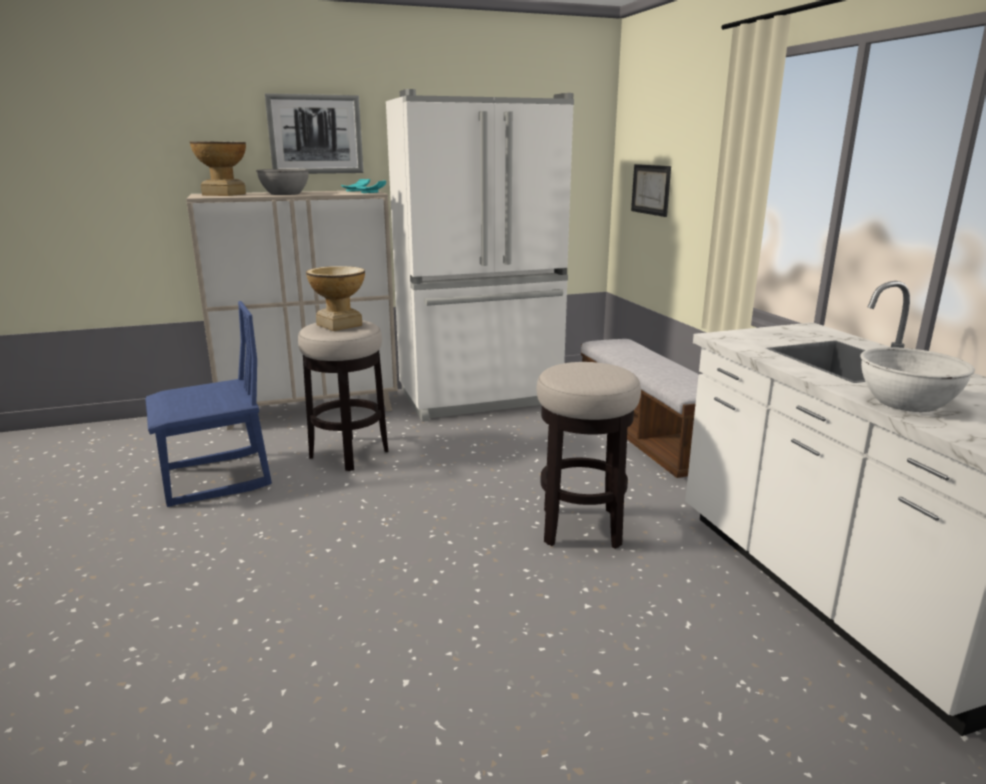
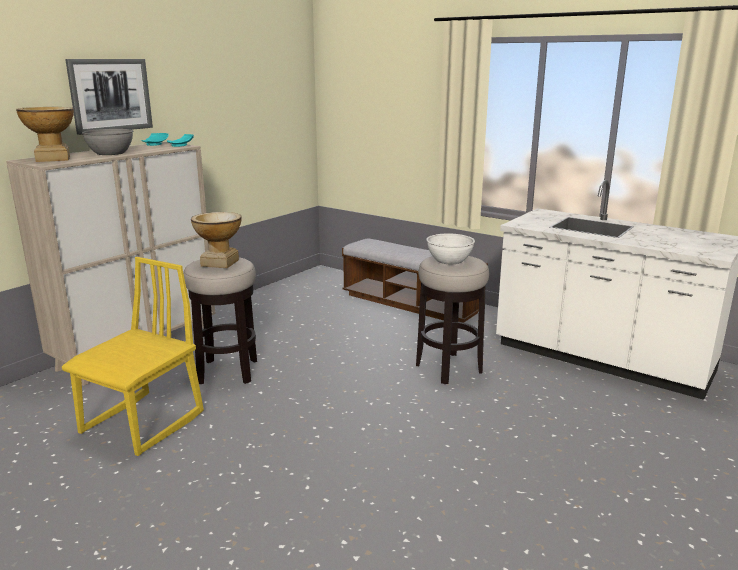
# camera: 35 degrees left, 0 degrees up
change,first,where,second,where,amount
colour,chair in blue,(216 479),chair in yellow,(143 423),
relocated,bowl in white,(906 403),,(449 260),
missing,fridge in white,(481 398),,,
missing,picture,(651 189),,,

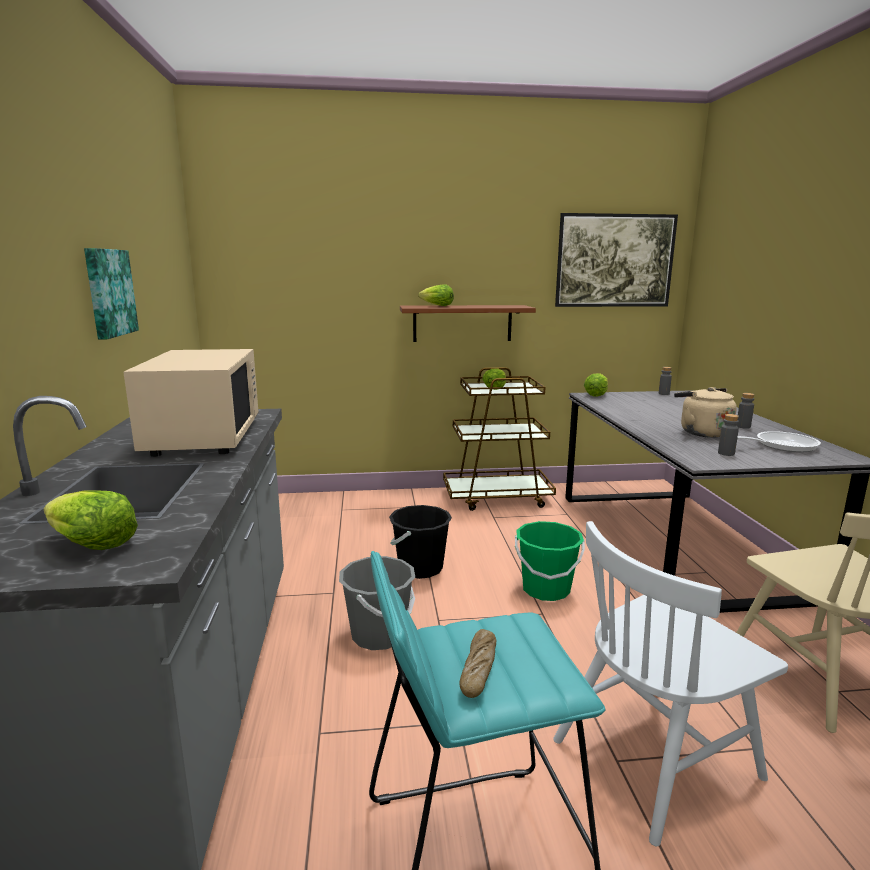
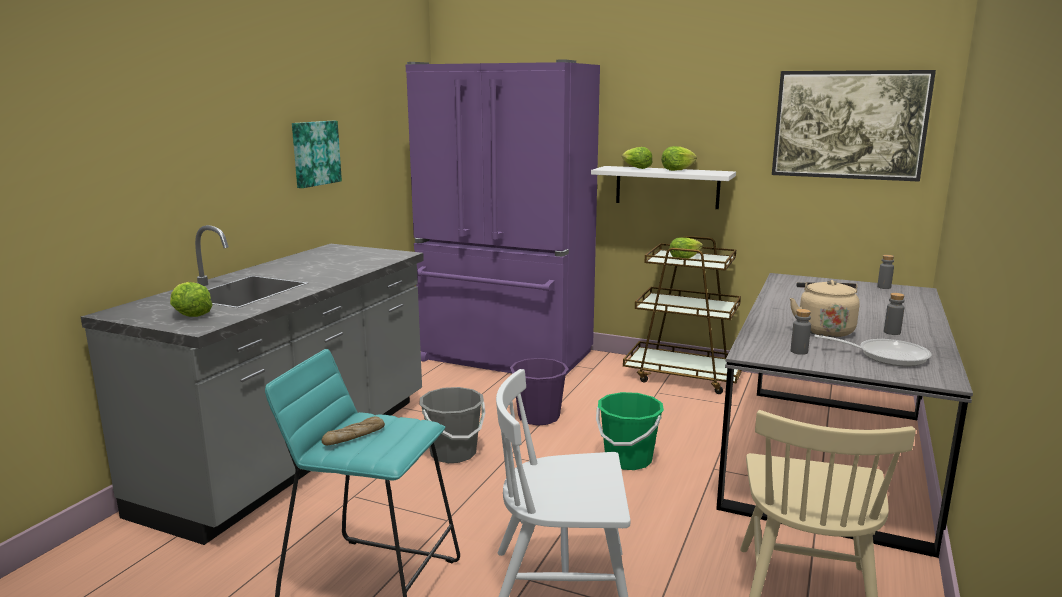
# camera: 30 degrees right, 0 degrees up
change,first,where,second,where,amount
appeared,,,fridge in purple,(505 358),
colour,bucket in black,(420 568),bucket in purple,(538 417),
colour,shelf in brown,(462 323),shelf in white,(667 187),
relocated,lettuce,(596 395),,(677 170),
missing,microwave in beige,(204 436),,,

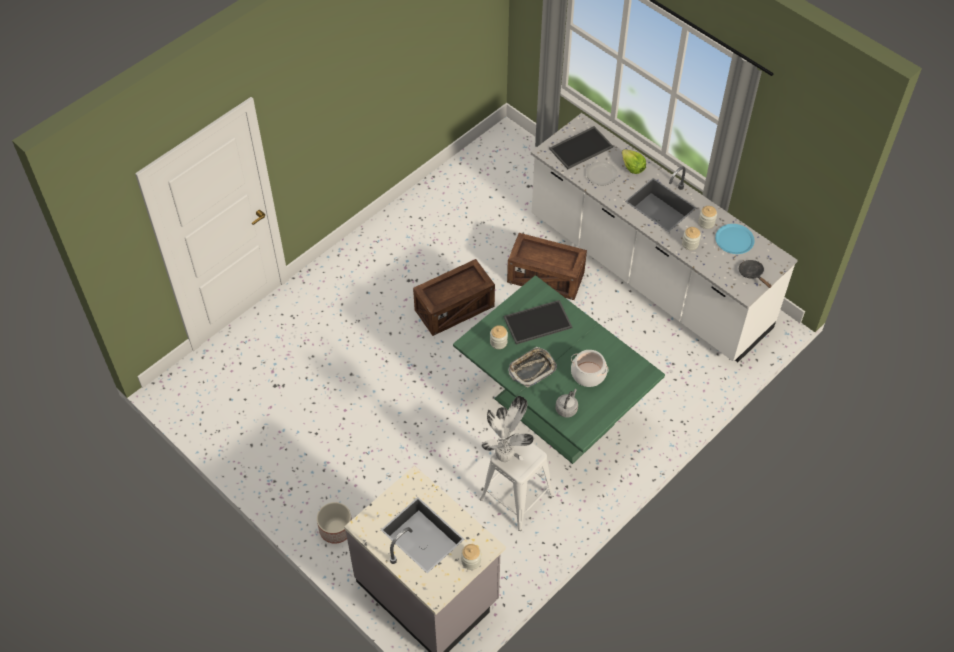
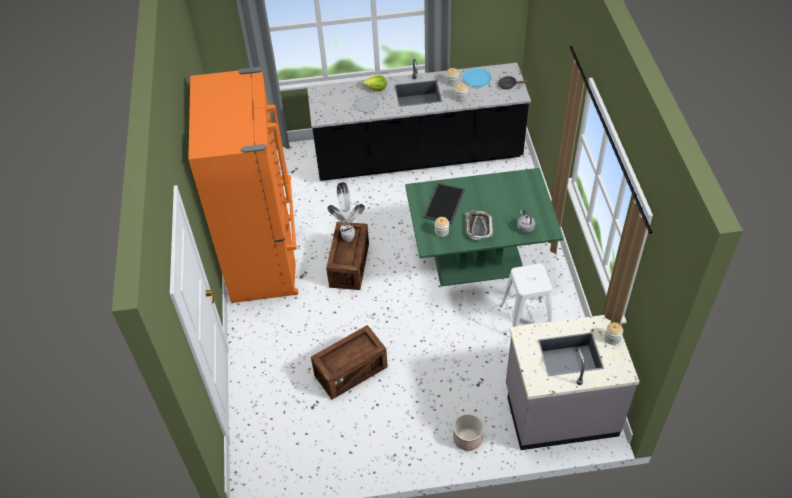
# camera: 50 degrees left, 5 degrees down
change,first,where,second,where,amount
appeared,,,fridge in orange,(265 258),
colour,counter in white,(647 273),counter in black,(418 157),
relocated,crate,(546 277),,(351 371),
relocated,potted plant,(505 455),,(348 237),
missing,tray,(581 147),,,
missing,cooking pot,(588 374),,,

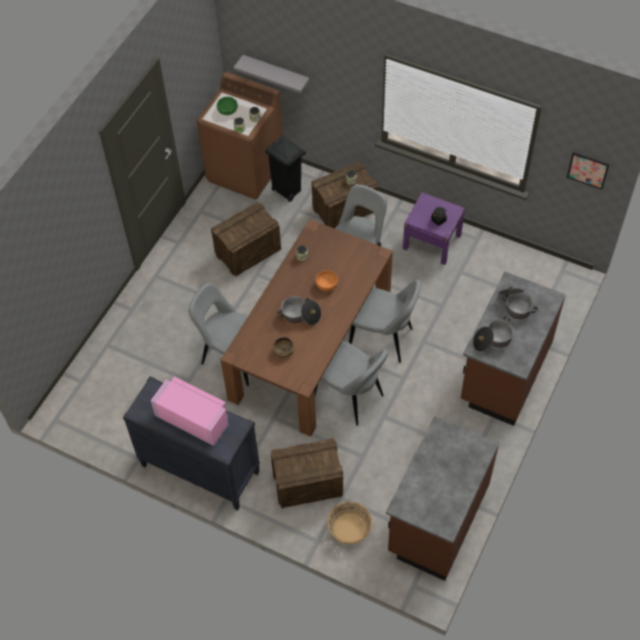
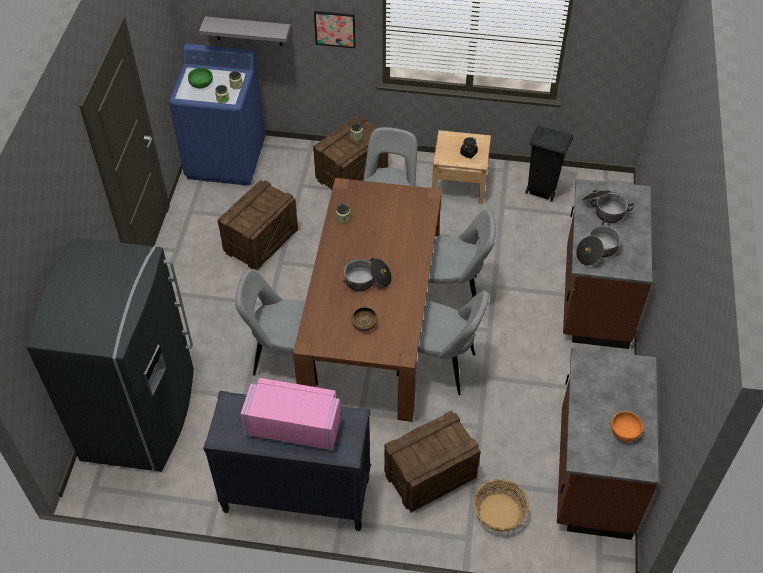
# camera: 20 degrees left, 5 degrees down
change,first,where,second,where,amount
appeared,,,fridge in grey,(142 414),
colour,washing machine in brown,(245 170),washing machine in blue,(226 159),
relocated,picture,(588 170),,(335 29),
colour,nightstand in purple,(432 241),nightstand in beige,(459 184),
relocated,trash can in black,(286 191),,(541 191),
relocated,bowl in orange,(326 285),,(624 432),

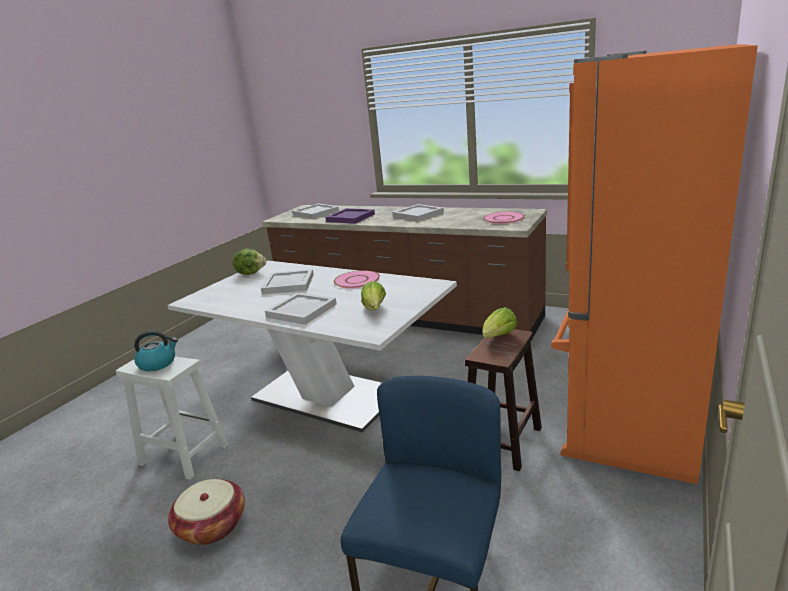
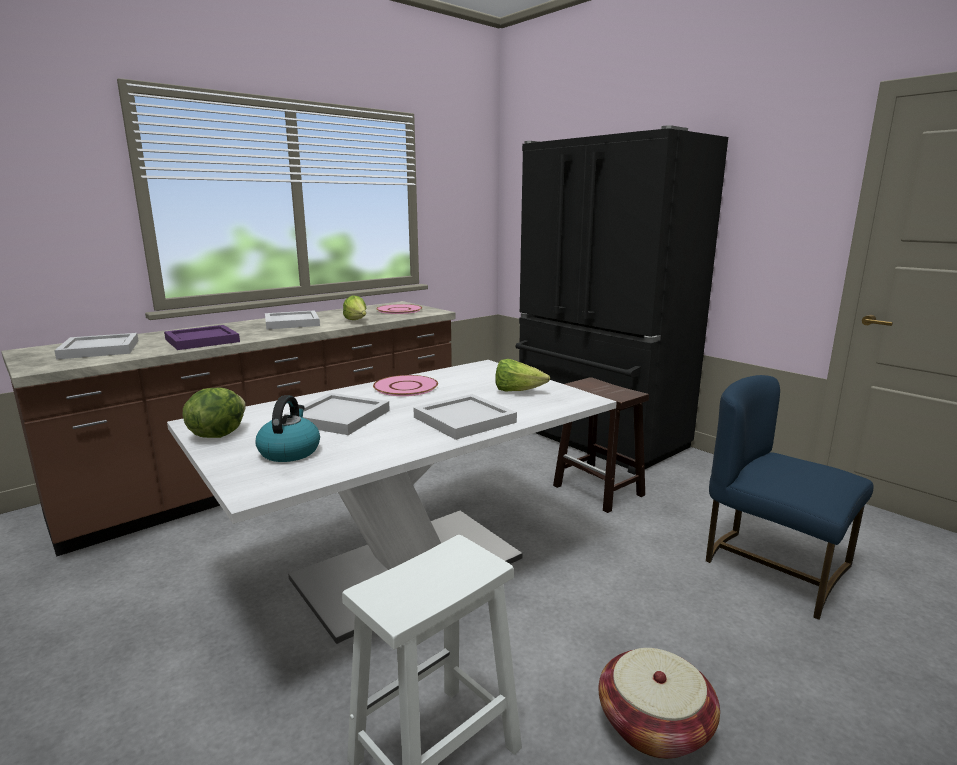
# camera: 70 degrees left, 5 degrees down
change,first,where,second,where,amount
relocated,kettle,(158 363),,(289 451),
relocated,lettuce,(498 337),,(357 321),
colour,fridge in orange,(630 414),fridge in black,(598 439),

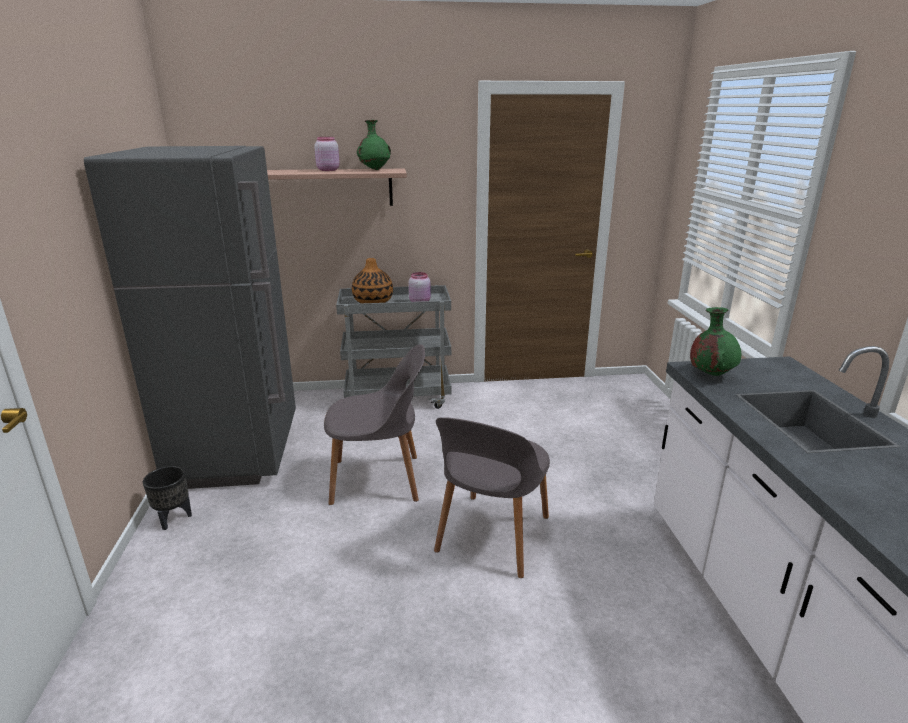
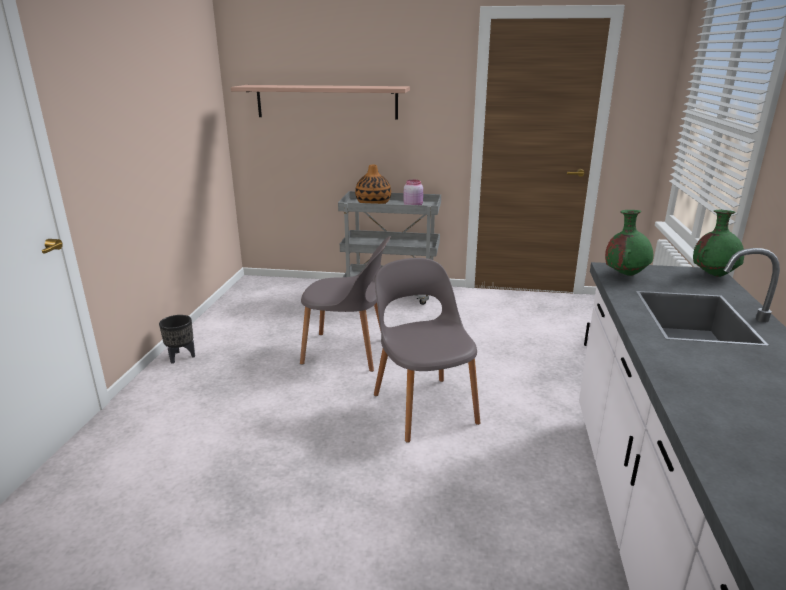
# camera: 15 degrees right, 0 degrees up
change,first,where,second,where,amount
spun,chair in grey,(492 536),,(424 406),120 degrees clockwise
relocated,vase in green,(375 169),,(713 275),
missing,fridge in grey,(238 451),,,
missing,jar in pink,(327 170),,,

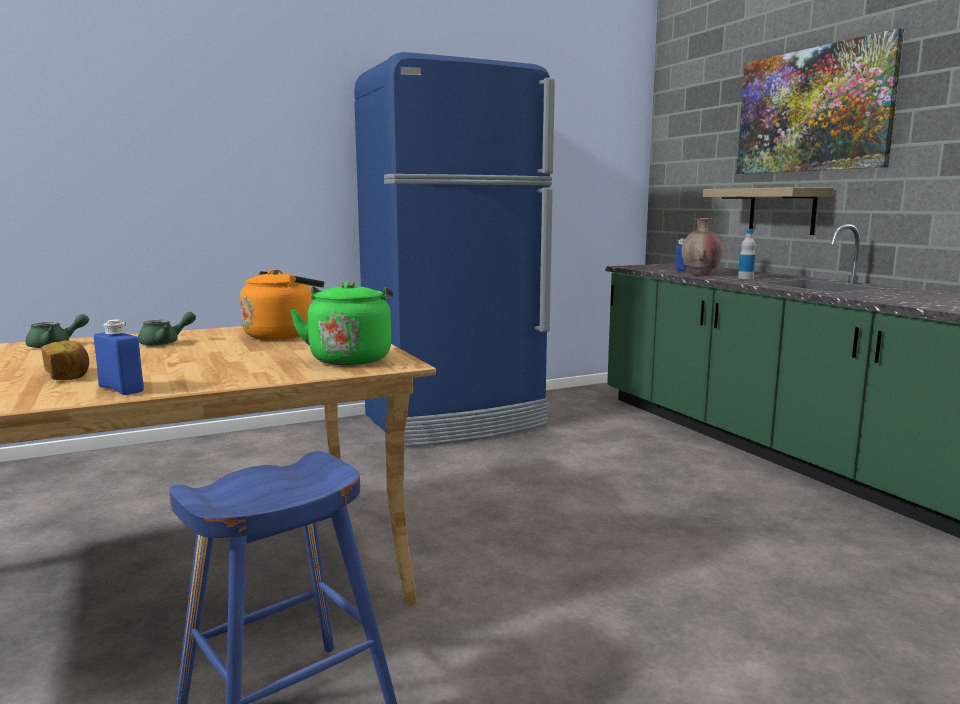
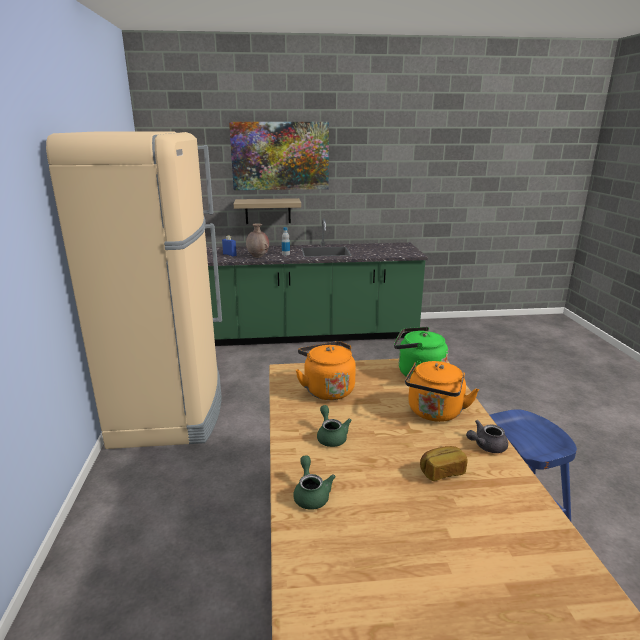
# camera: 70 degrees left, 10 degrees up
change,first,where,second,where,amount
colour,fridge in blue,(456 421),fridge in beige,(170 410),
appeared,,,kettle in orange,(434 413),
exchanged,bottle in blue,(121 389),teapot in grey,(486 446),

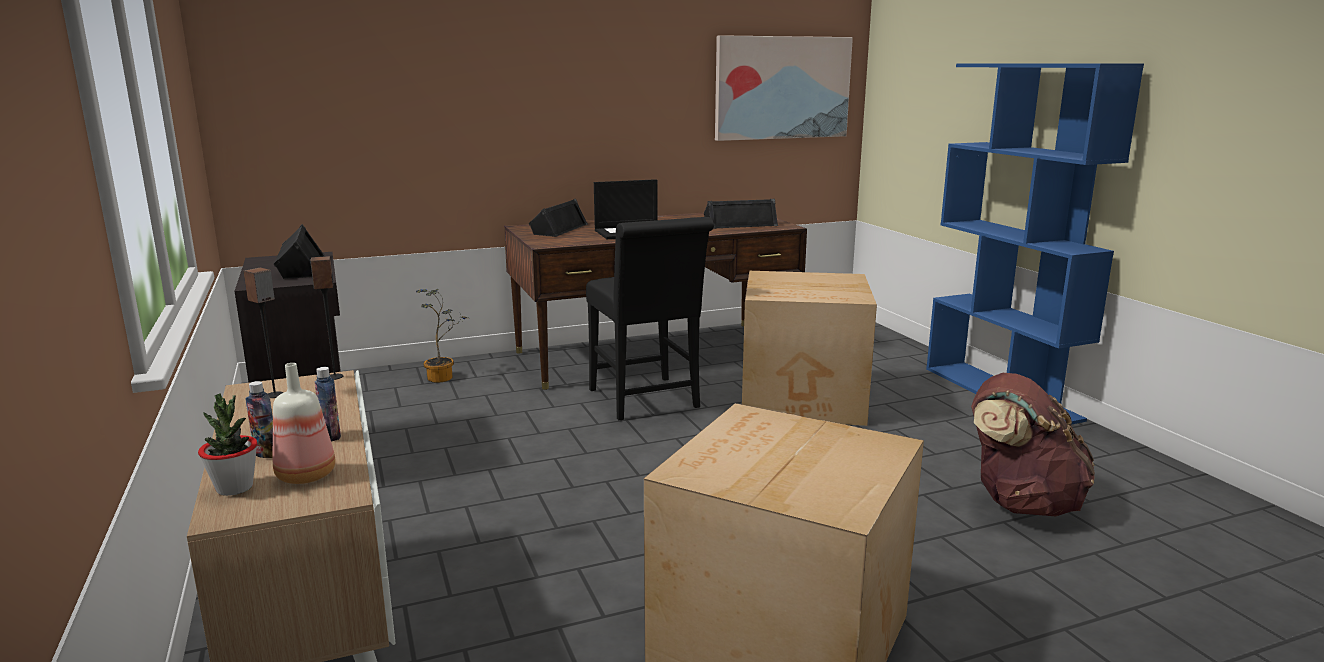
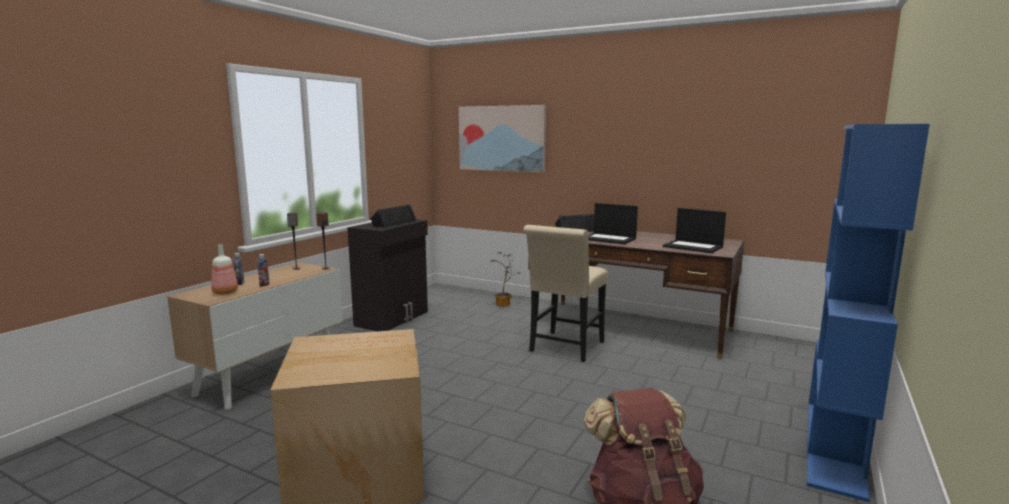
# camera: 50 degrees right, 5 degrees down
change,first,where,second,where,amount
relocated,picture,(782 88),,(502 138),
colour,chair in black,(647 401),chair in beige,(564 348),
exchanged,speaker in black,(740 224),laptop,(694 247),
missing,potted plant,(235 488),,,
missing,cardboard box,(804 400),,,

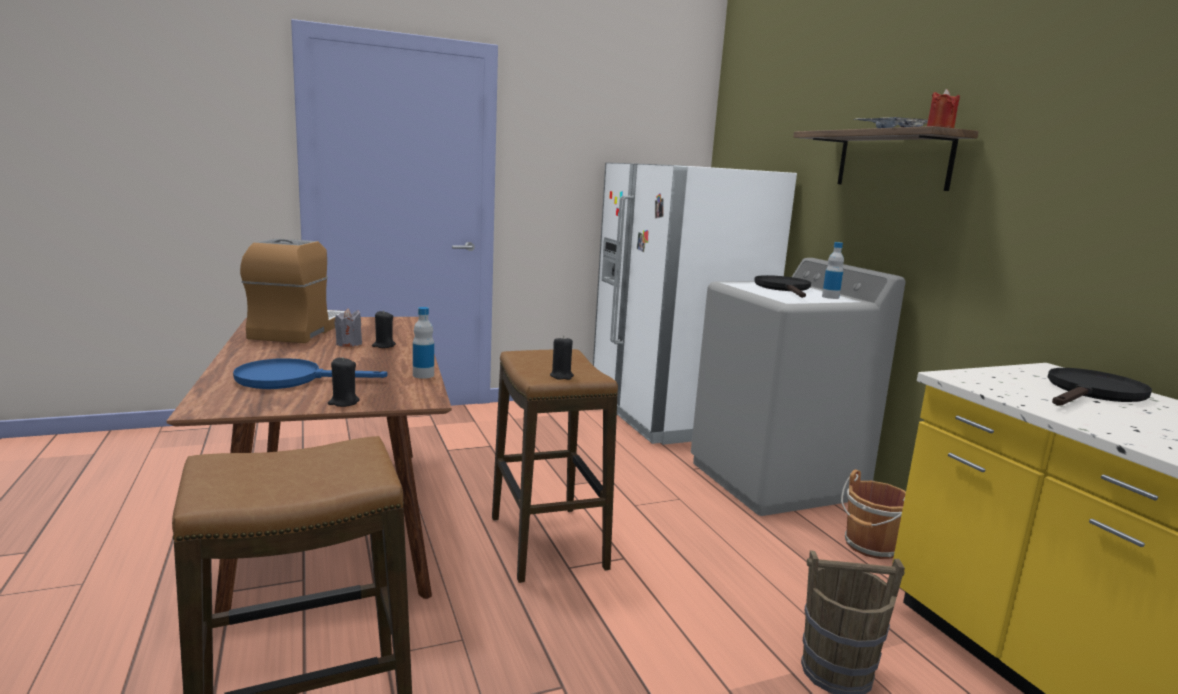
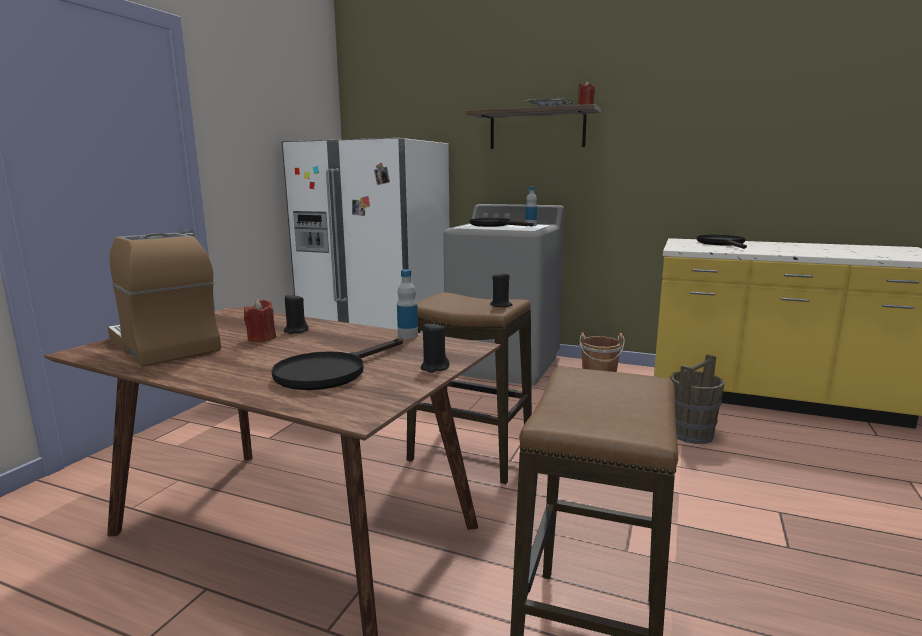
# camera: 45 degrees left, 0 degrees up
change,first,where,second,where,amount
colour,candle in grey,(349 344),candle in red,(262 338),
colour,frying pan in blue,(291 379),frying pan in black,(330 372),

